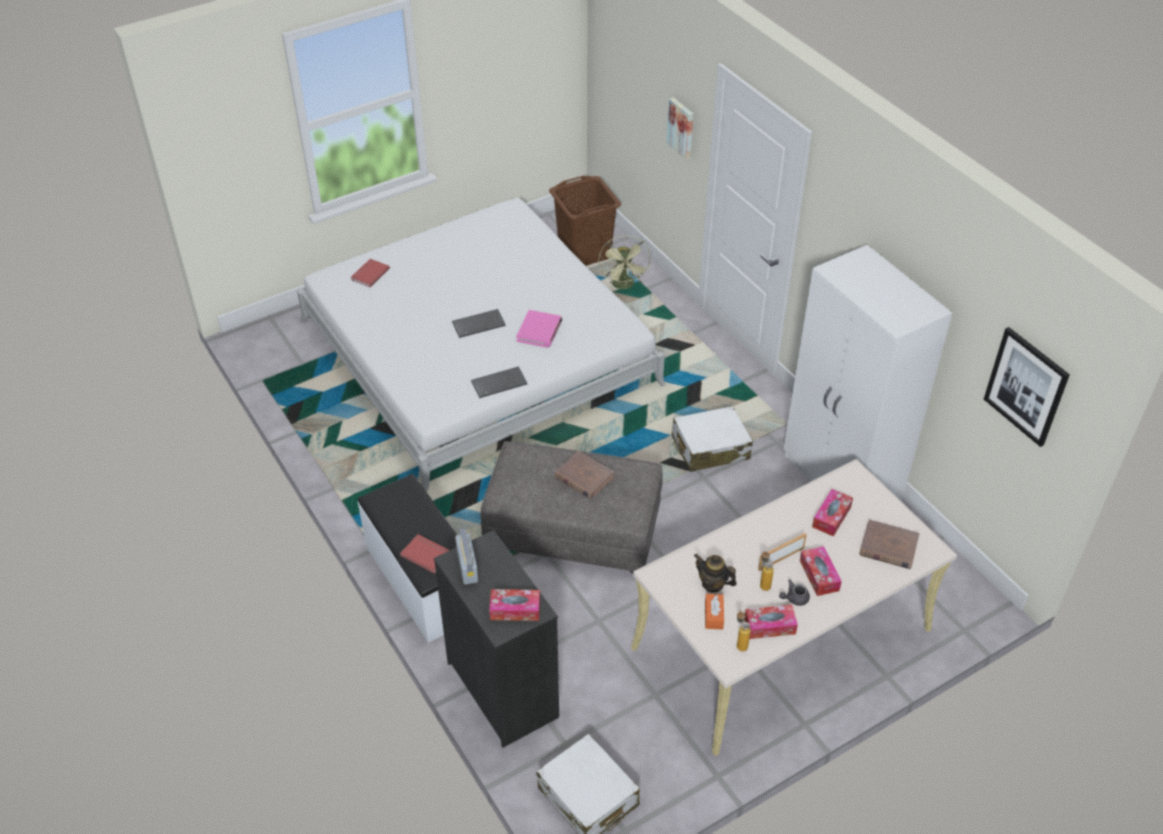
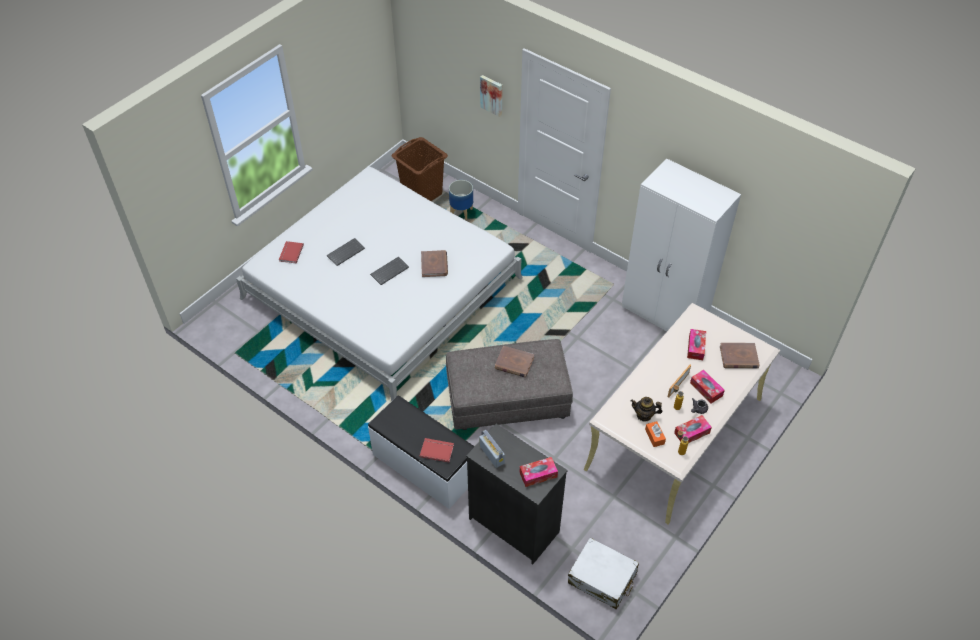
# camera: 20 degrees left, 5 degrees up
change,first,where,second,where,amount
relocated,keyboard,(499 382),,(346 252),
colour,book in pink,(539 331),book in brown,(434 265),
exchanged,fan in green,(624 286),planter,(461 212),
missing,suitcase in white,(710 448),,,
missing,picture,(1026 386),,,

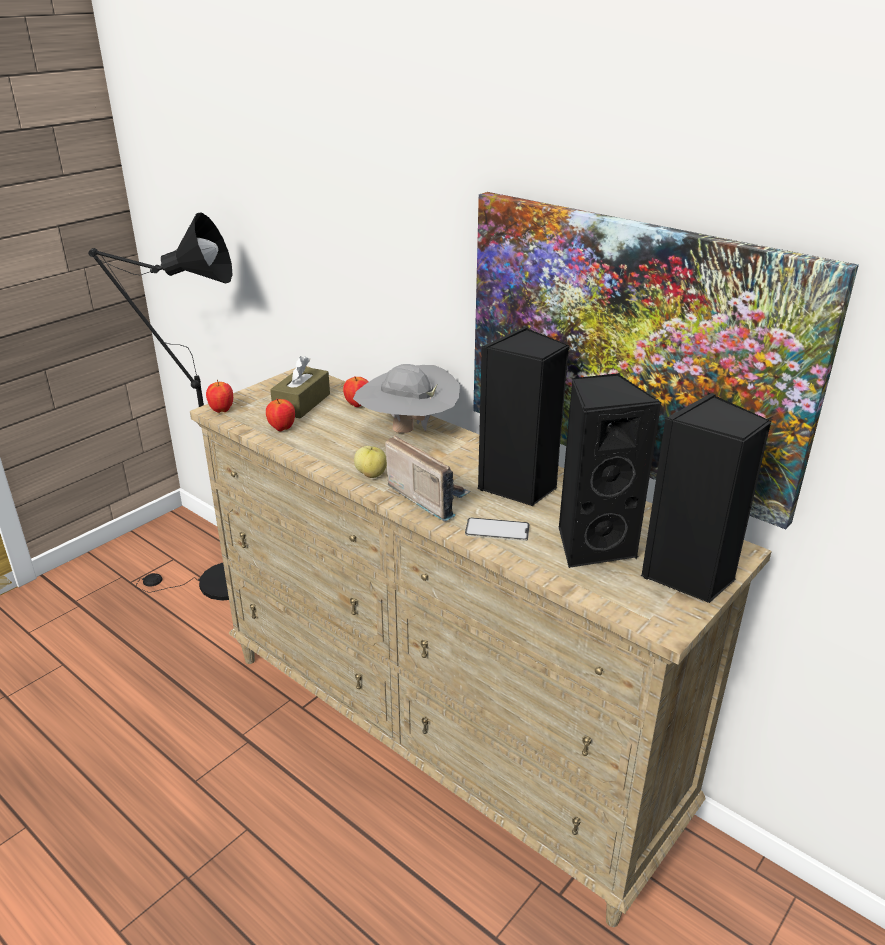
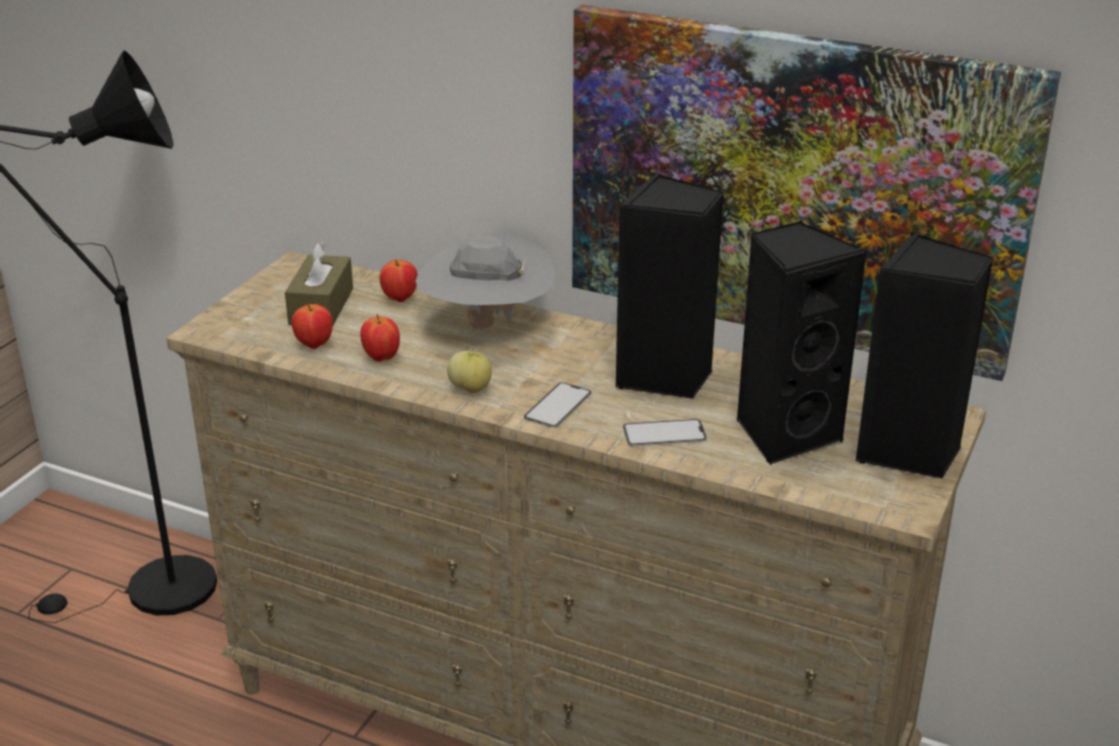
# camera: 15 degrees left, 0 degrees up
change,first,where,second,where,amount
relocated,apple,(222 410),,(381 358),
exchanged,radio,(428 496),phone,(558 406),

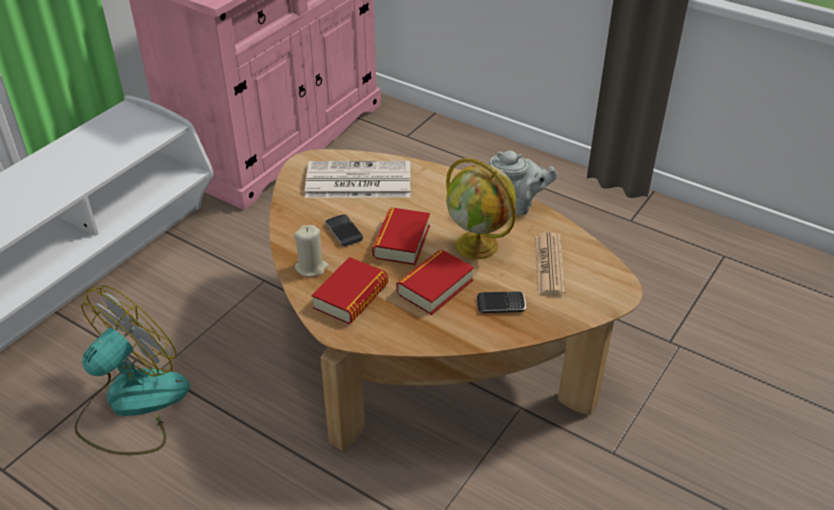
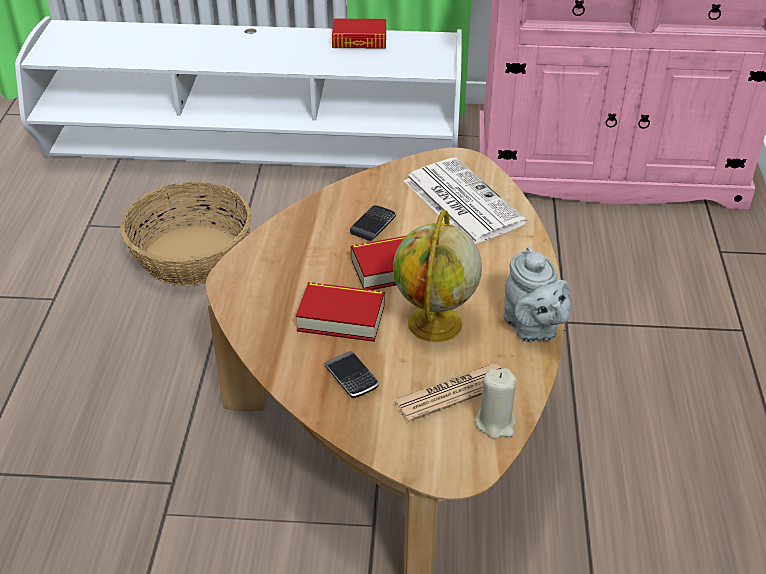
# camera: 60 degrees right, 0 degrees up
change,first,where,second,where,amount
exchanged,fan,(131 405),basket,(191 254),
relocated,book,(351 296),,(359 40),
relocated,candle in beige,(311 267),,(496 423),

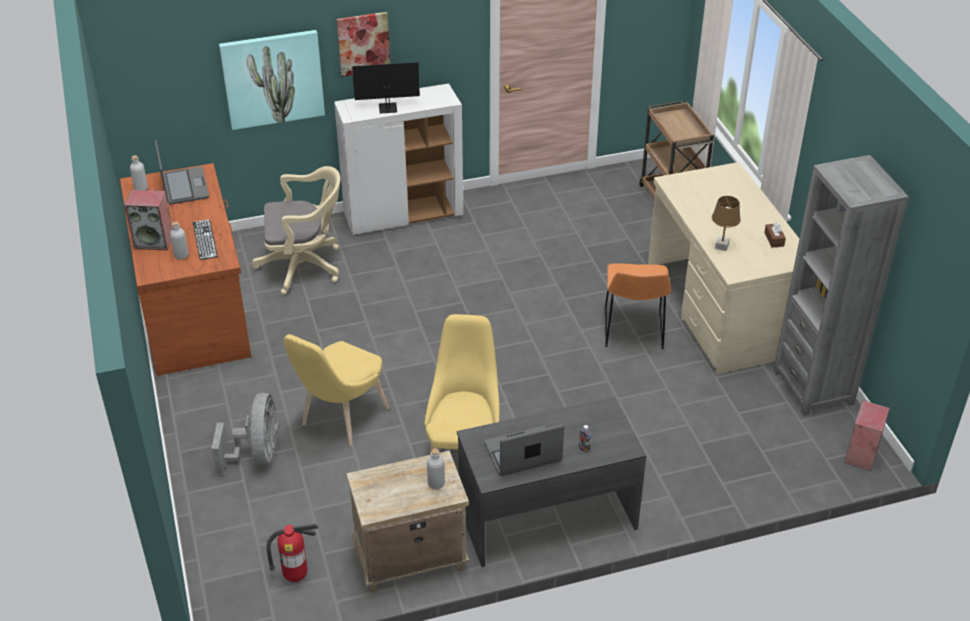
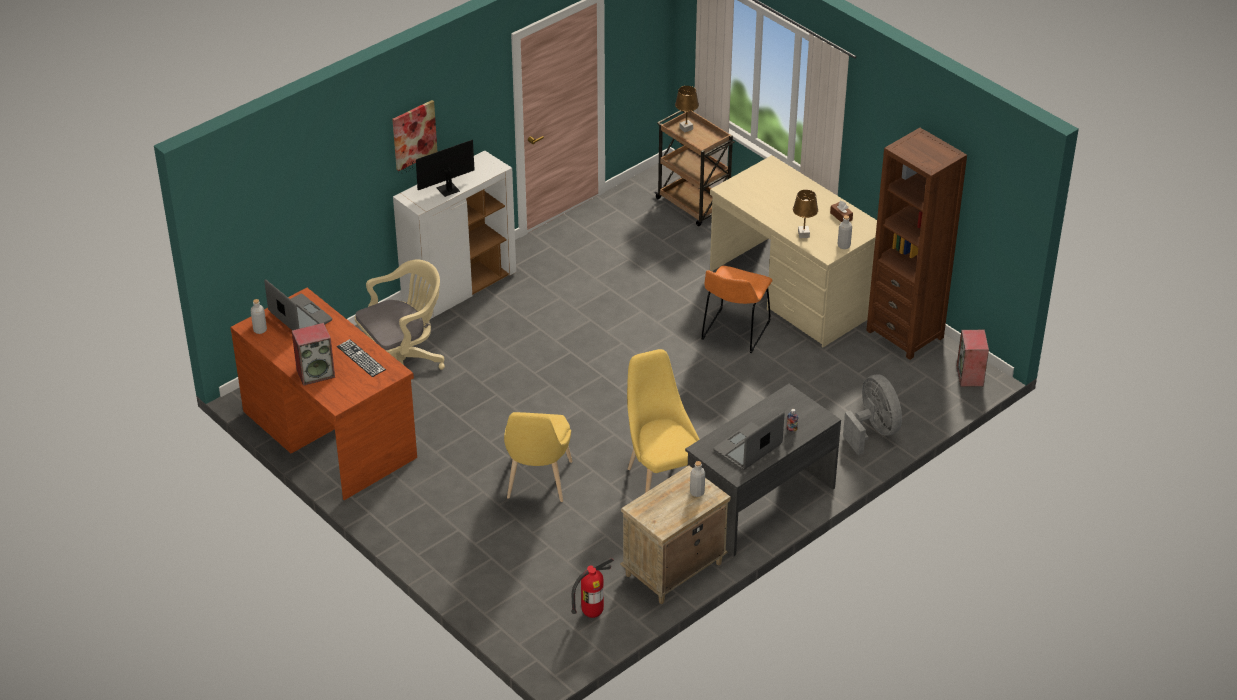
# camera: 25 degrees left, 0 degrees up
change,first,where,second,where,amount
appeared,,,table lamp in brown,(686 128),
spun,chair in orange,(633 332),,(734 333),45 degrees clockwise
relocated,bottle in grey,(181 255),,(843 245),
relocated,fan in grey,(257 454),,(873 431),
colour,bookcase in grey,(813 387),bookcase in brown,(905 334),
missing,picture,(272 78),,,

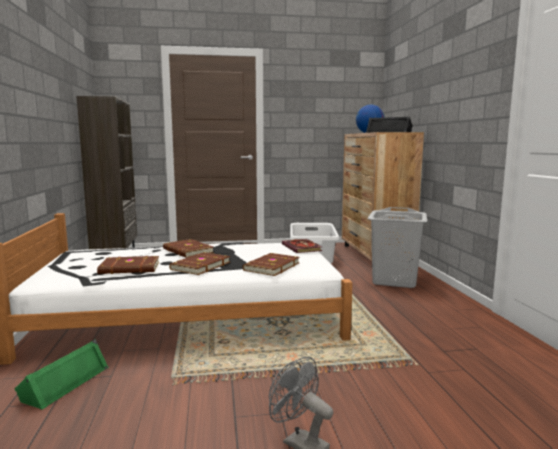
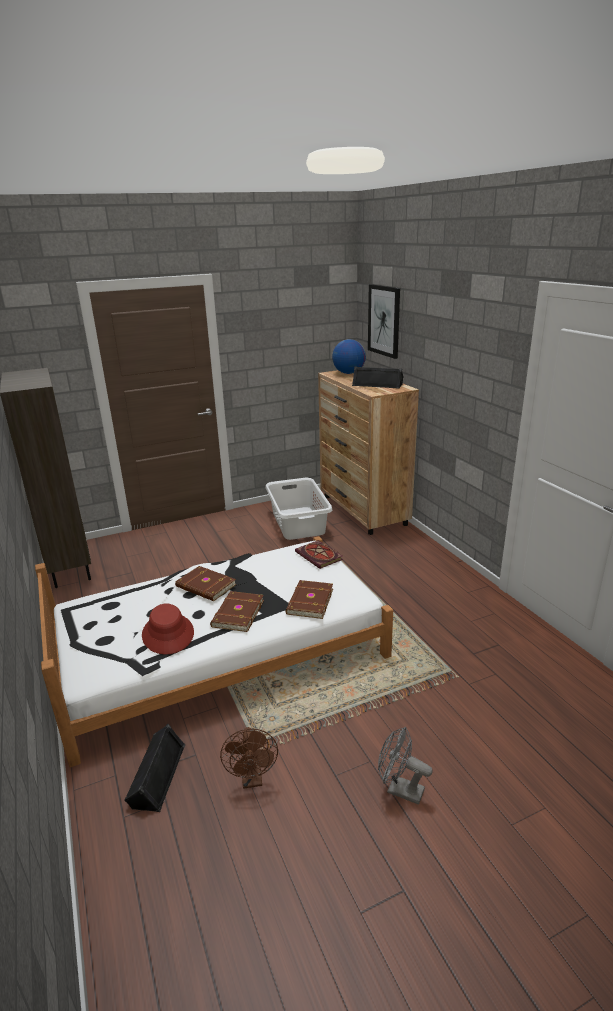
# camera: 15 degrees left, 15 degrees up
change,first,where,second,where,amount
colour,speaker in green,(64 383),speaker in black,(156 775),
exchanged,book in brown,(130 268),hat in red,(168 634),
appeared,,,fan in brown,(252 779),
appeared,,,picture,(384 320),
missing,laundry basket in grey,(395 280),,,

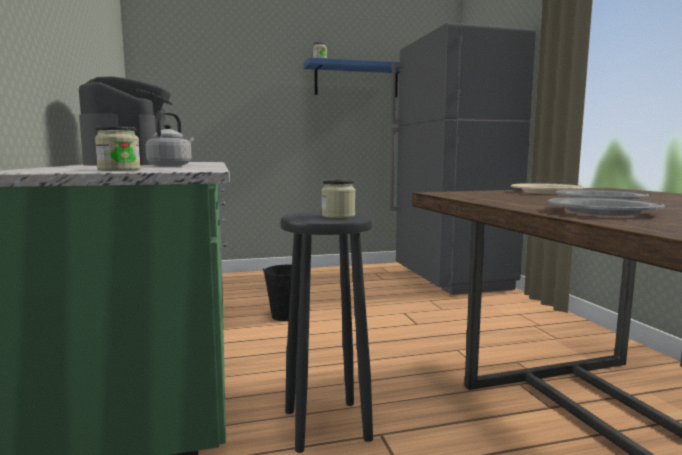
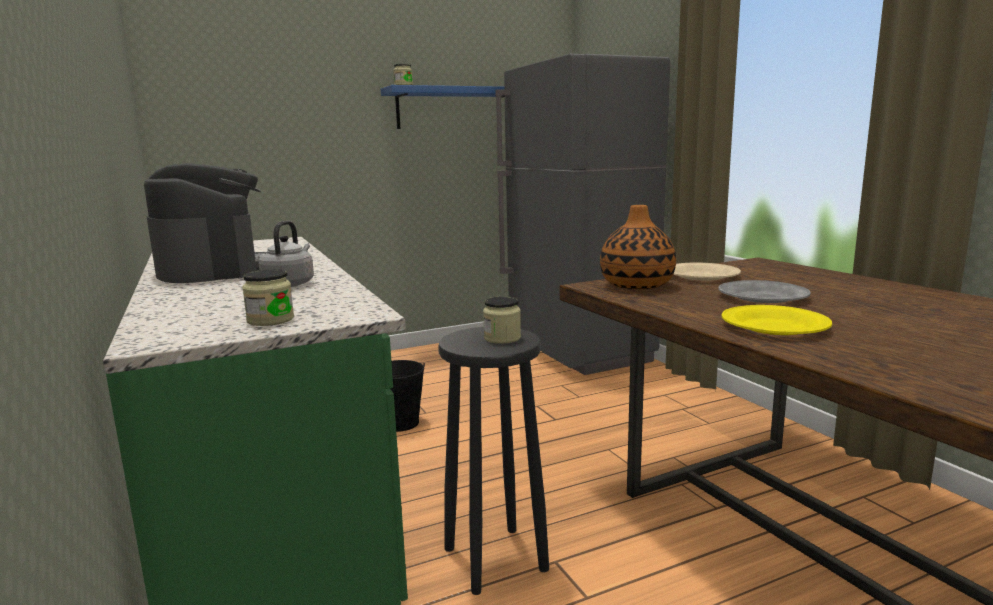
# camera: 10 degrees left, 5 degrees up
change,first,where,second,where,amount
appeared,,,vase,(636 285),
colour,plate in grey,(602 212),plate in yellow,(775 326),

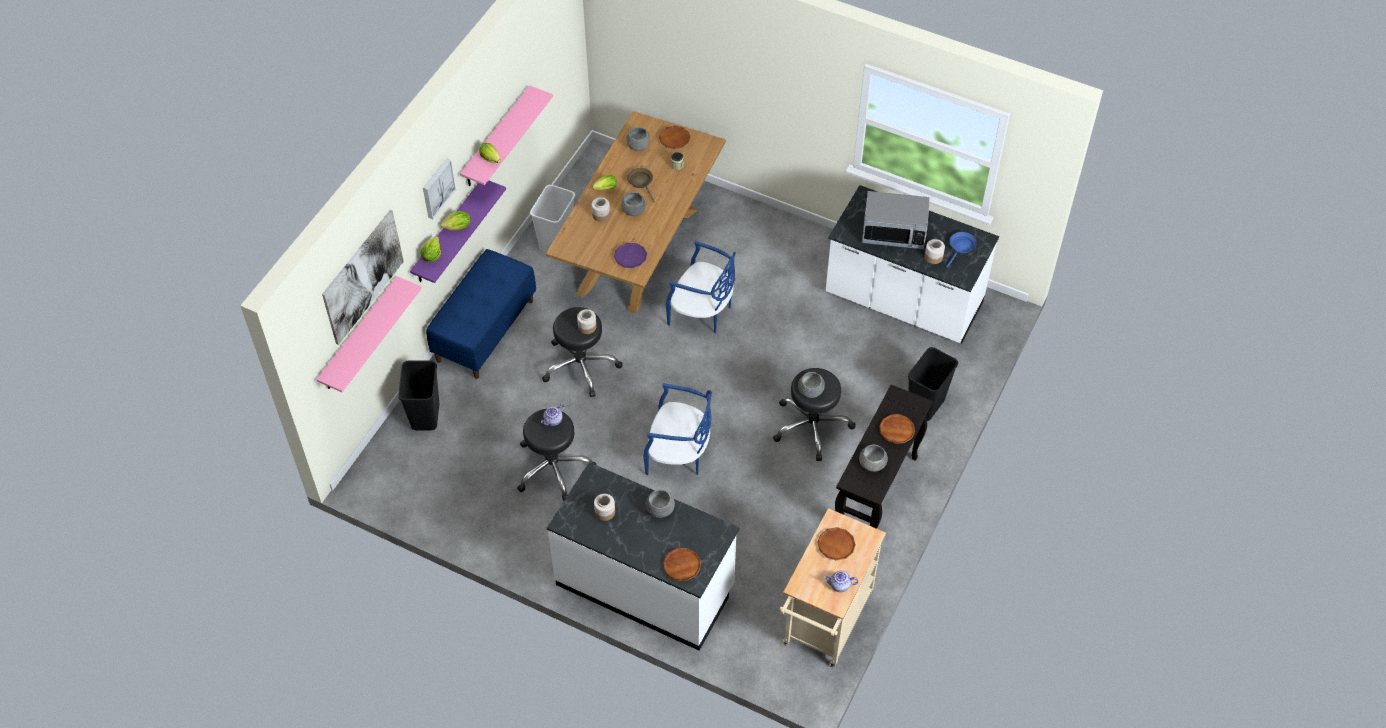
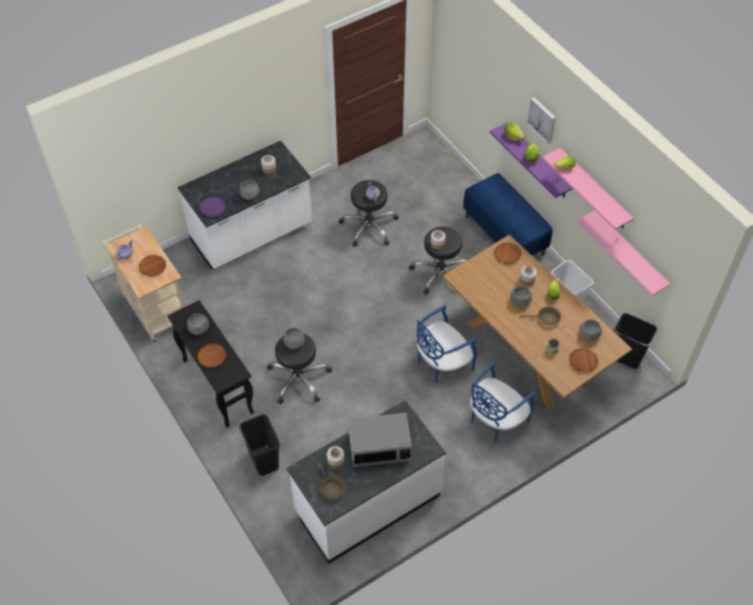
# camera: 120 degrees right, 0 degrees up
change,first,where,second,where,amount
relocated,plate in purple,(630 257),,(213 208),
colour,frying pan in blue,(961 247),frying pan in brown,(331 487),
spun,microwave,(894 232),,(379 448),135 degrees counterclockwise
relocated,chair in blue,(678 454),,(495 419),
relocated,plate in brown,(682 566),,(507 254),
relocated,shelf in pink,(359 335),,(629 253),
relocated,trash can in black,(425 415),,(626 356),
missing,picture,(363 276),,,

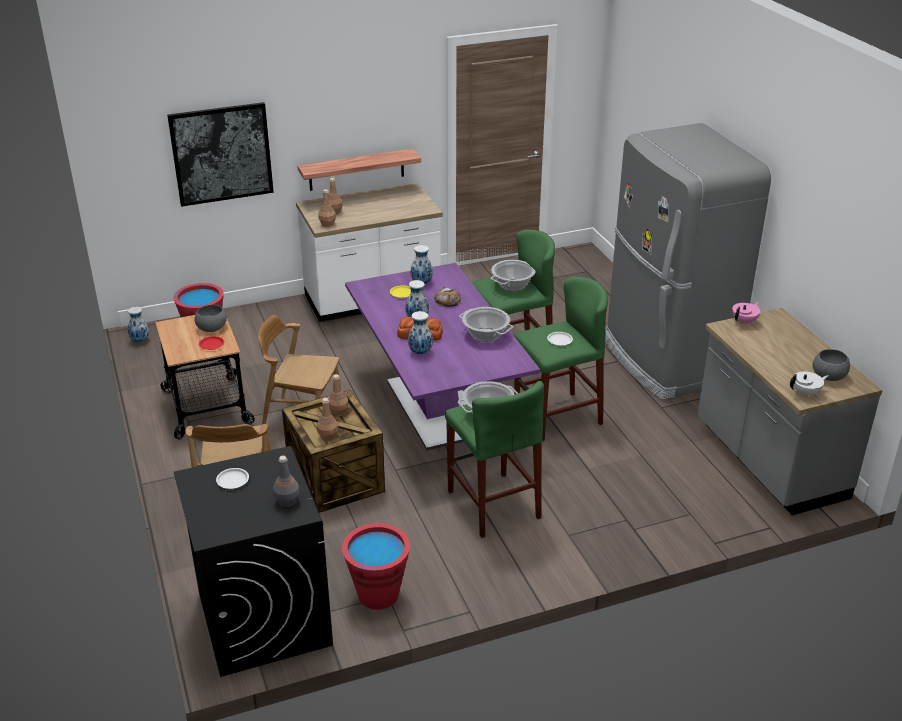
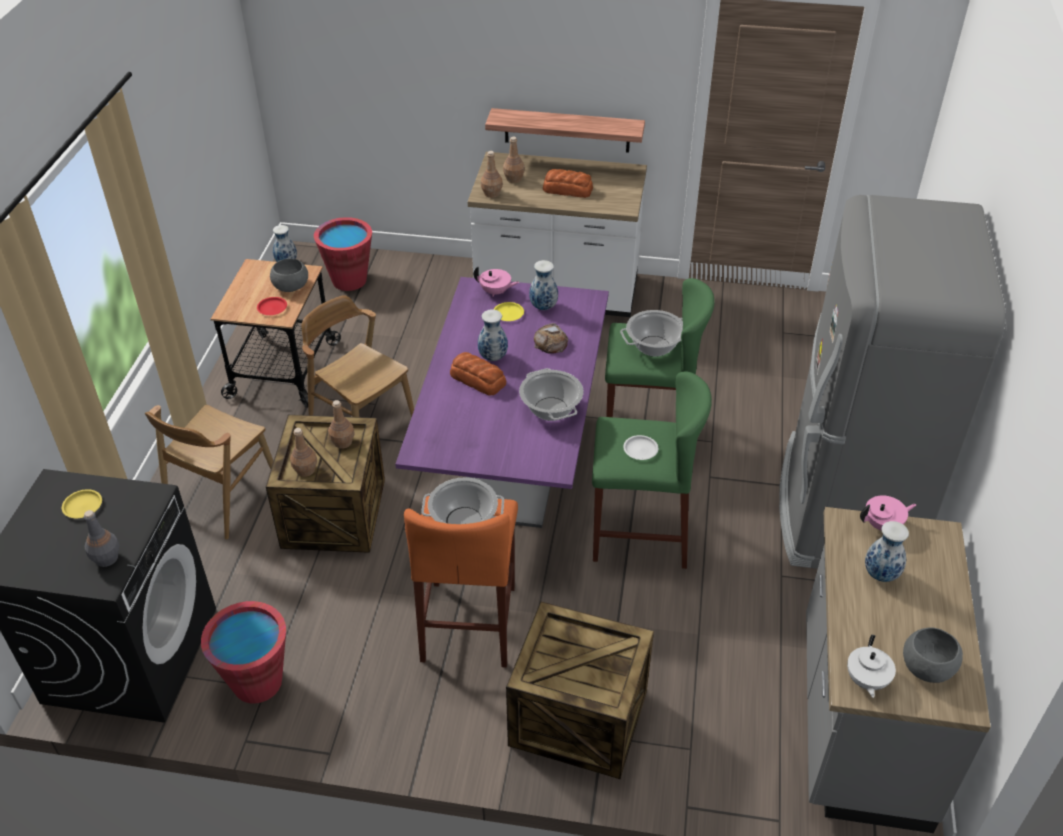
# camera: 30 degrees right, 10 degrees up
change,first,where,second,where,amount
colour,plate in white,(232 480),plate in yellow,(83 506),
colour,stool in green,(493 504),stool in orange,(469 623),
appeared,,,teapot in pink,(496 292),
appeared,,,crate,(577 719),
appeared,,,bread,(567 189),
spun,teapot in white,(806 393),,(866 680),90 degrees clockwise
relocated,vase,(420 352),,(881 574),
missing,picture,(221 154),,,

